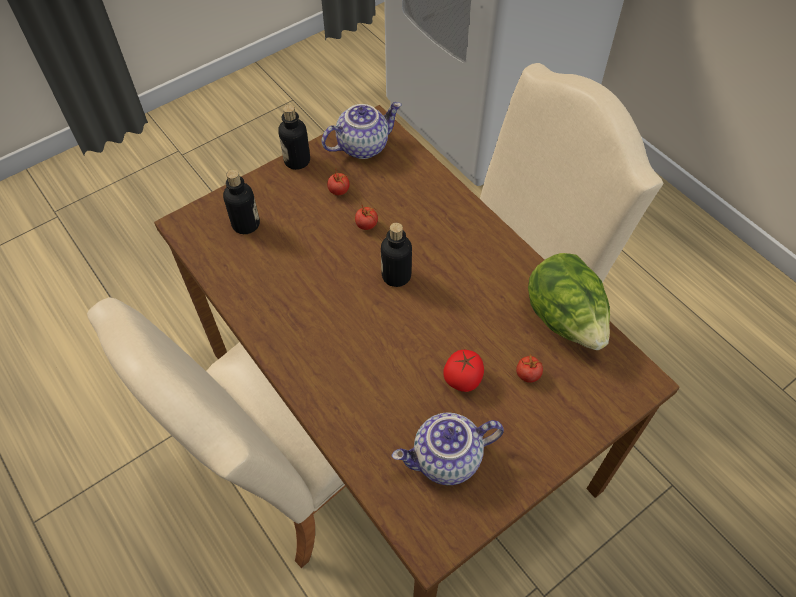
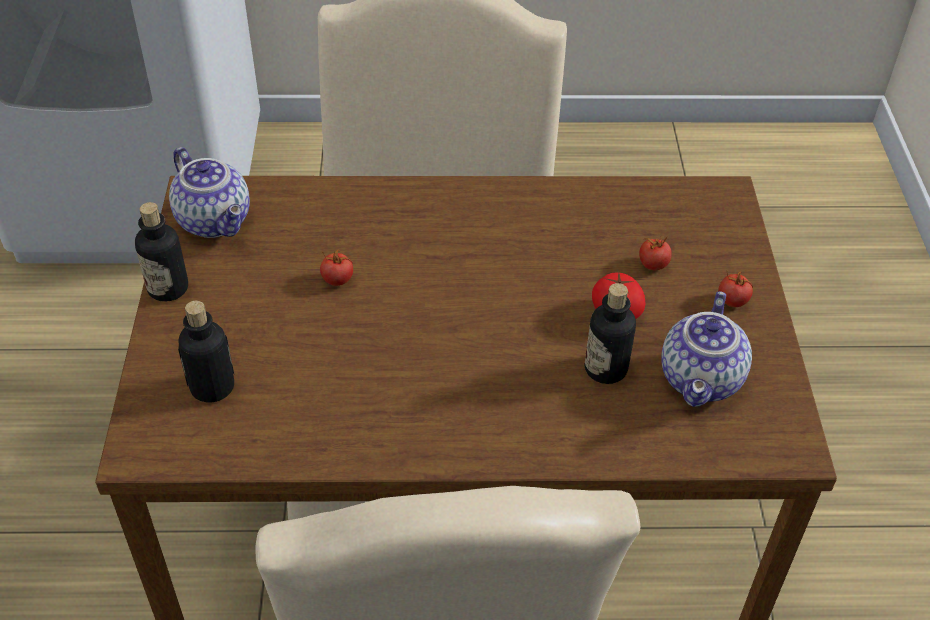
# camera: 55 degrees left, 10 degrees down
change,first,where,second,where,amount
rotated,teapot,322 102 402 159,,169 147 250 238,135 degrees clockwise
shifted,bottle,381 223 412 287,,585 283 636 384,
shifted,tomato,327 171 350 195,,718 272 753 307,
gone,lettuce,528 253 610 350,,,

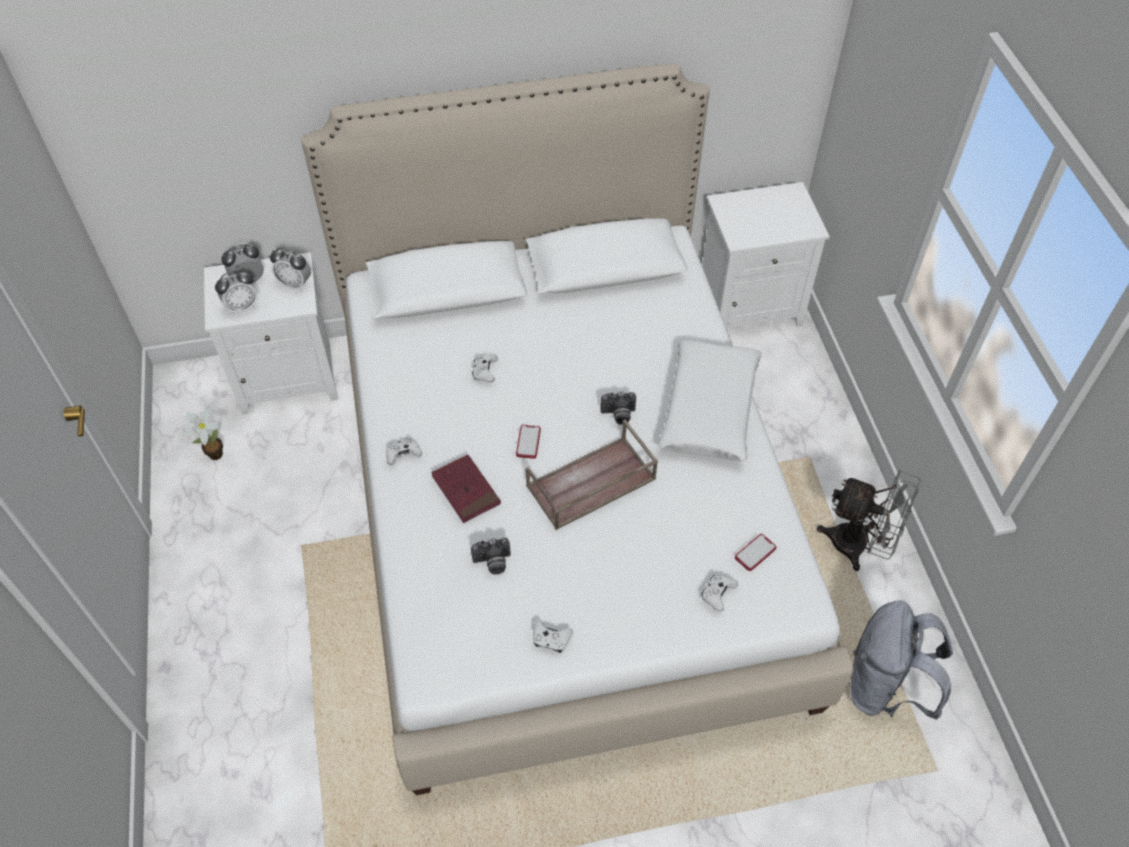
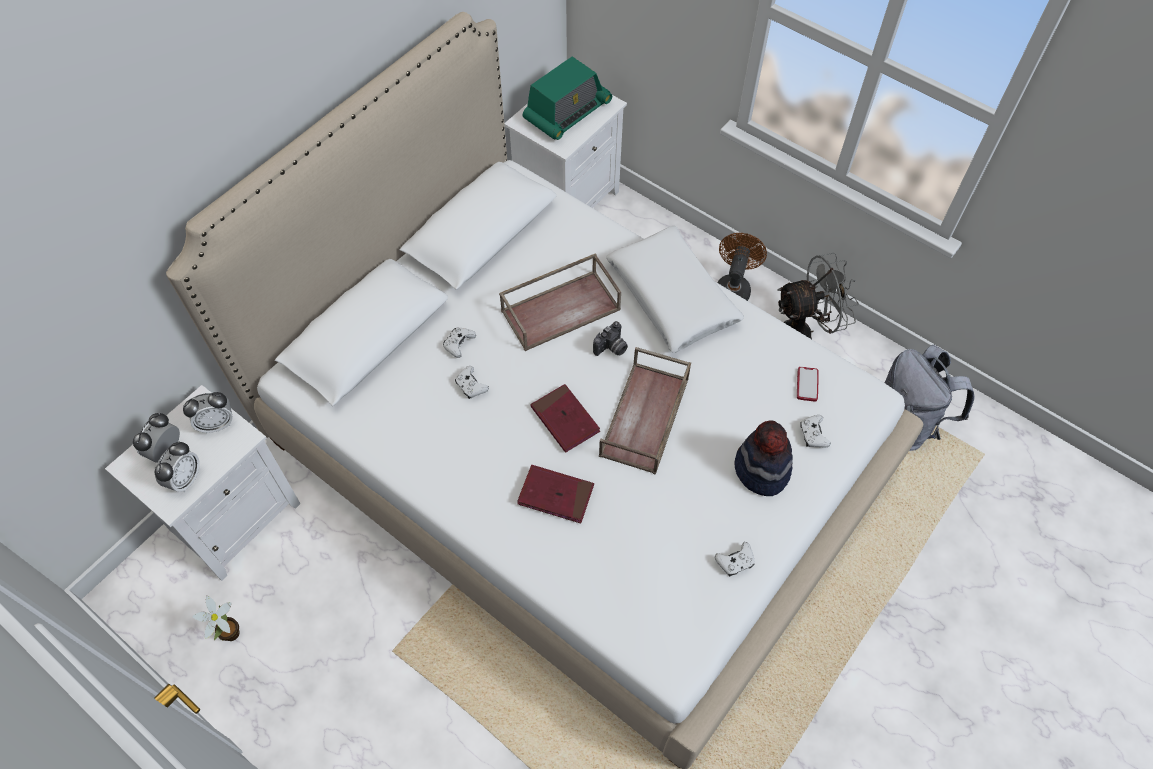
# camera: 40 degrees left, 5 degrees up
change,first,where,second,where,amount
shifted,white game controller,386 438 422 466,,443 327 476 358,
new,,,brown tray,499 253 621 351,
new,,,radio,523 56 612 140,
swapped,phone,516 425 541 459,red book,530 384 600 453,
new,,,brown fan,717 233 767 301,
new,,,hat,735 420 793 496,
gone,photo camera,471 538 511 575,,,

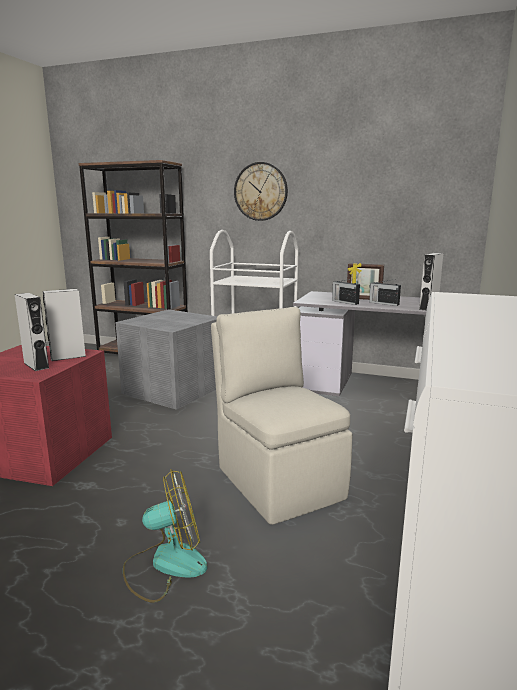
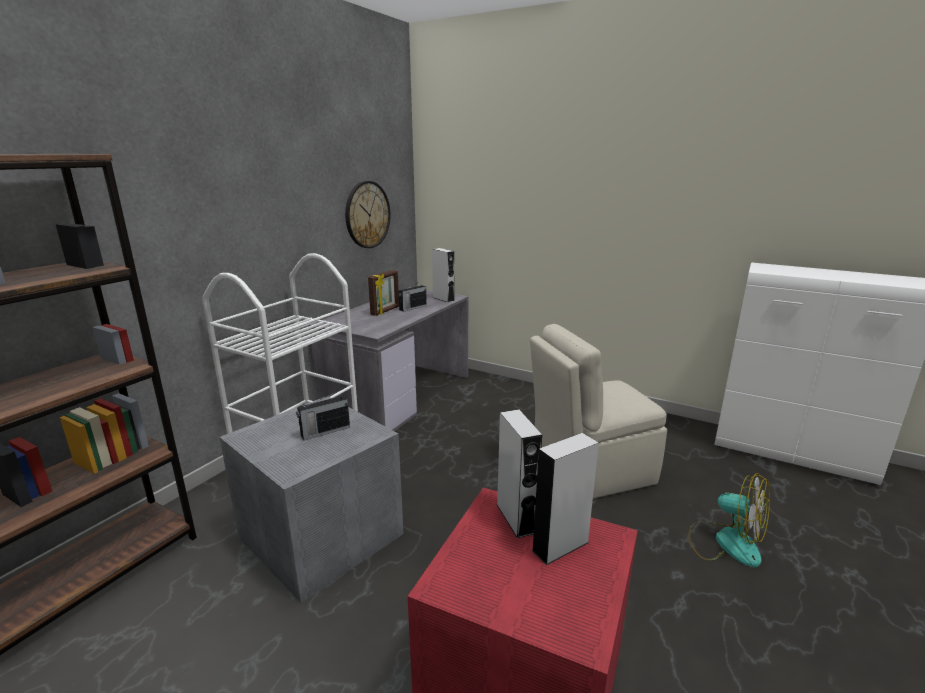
# camera: 80 degrees left, 5 degrees up
change,first,where,second,where,amount
shifted,radio,332 278 360 305,,296 391 350 440,
shifted,wall clock,234 162 288 221,,345 181 390 248,
rotated,fan,123 470 207 603,,688 473 770 567,135 degrees clockwise

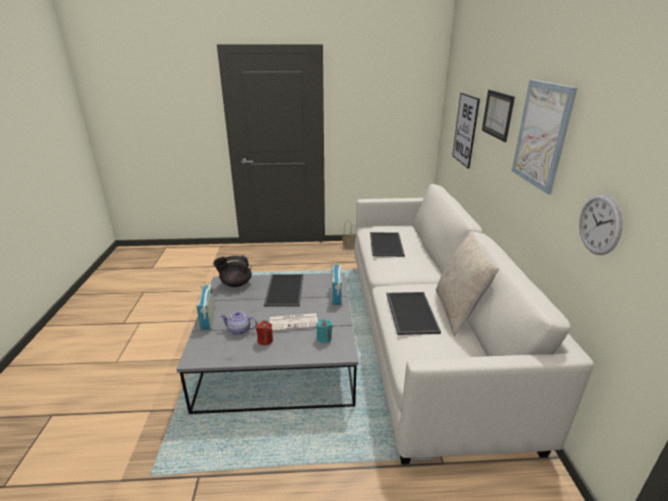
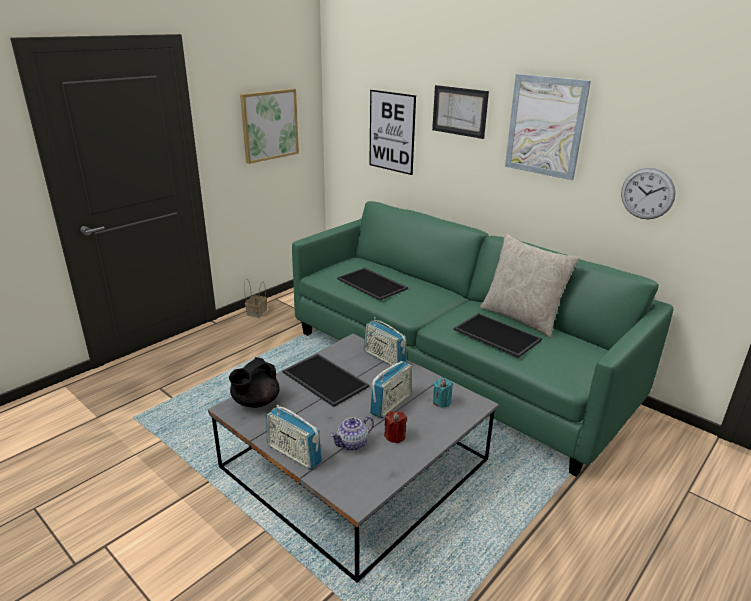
# camera: 45 degrees left, 0 degrees up
change,first,where,second,where,amount
new,,,picture,240 89 299 164,
repainted,white sofa,354 184 593 465,green sofa,292 201 673 477,
swapped,newspaper,270 313 318 331,radio,370 361 412 419,

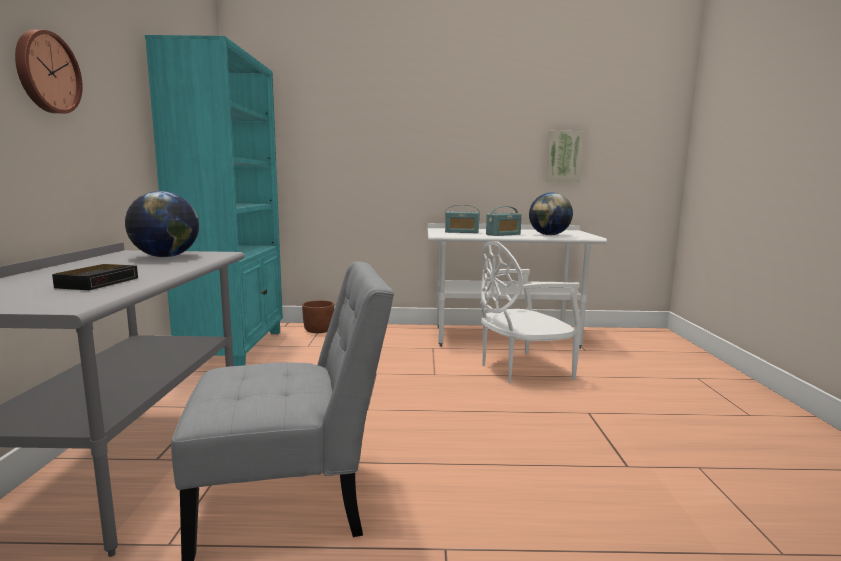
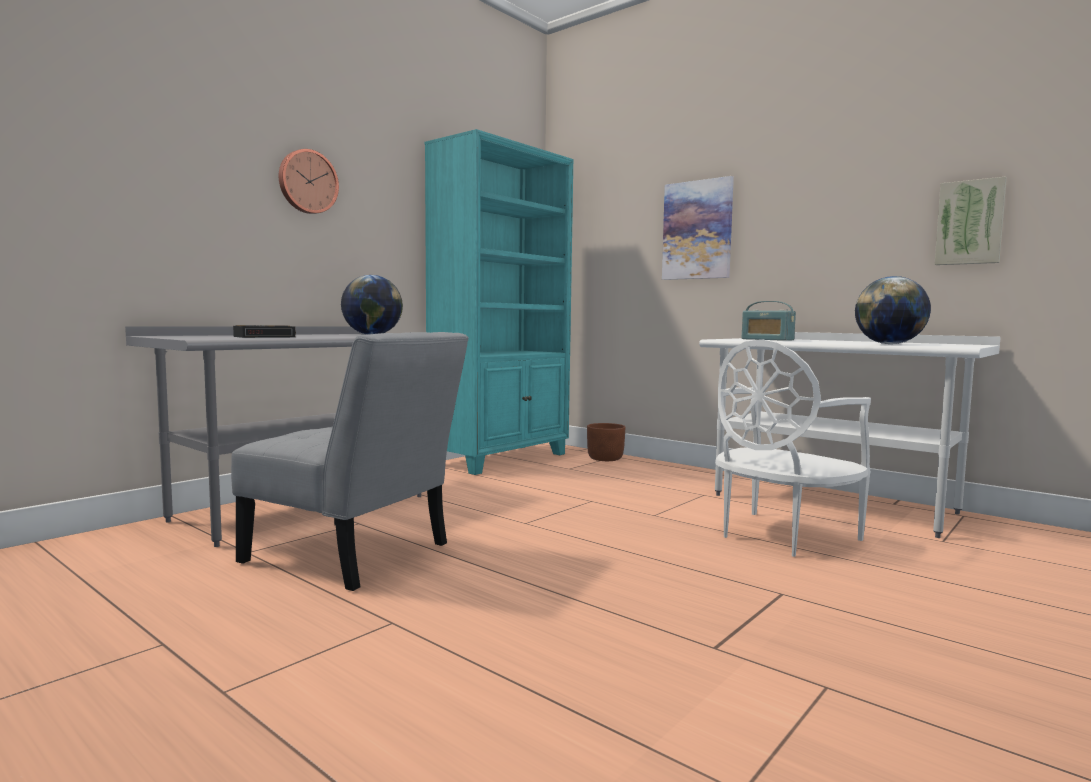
# camera: 40 degrees right, 5 degrees down
change,first,where,second,where,amount
new,,,picture,662 176 734 280,
rotated,white chair,480 241 581 383,,715 339 871 557,60 degrees counterclockwise
gone,radio,486 206 522 236,,,

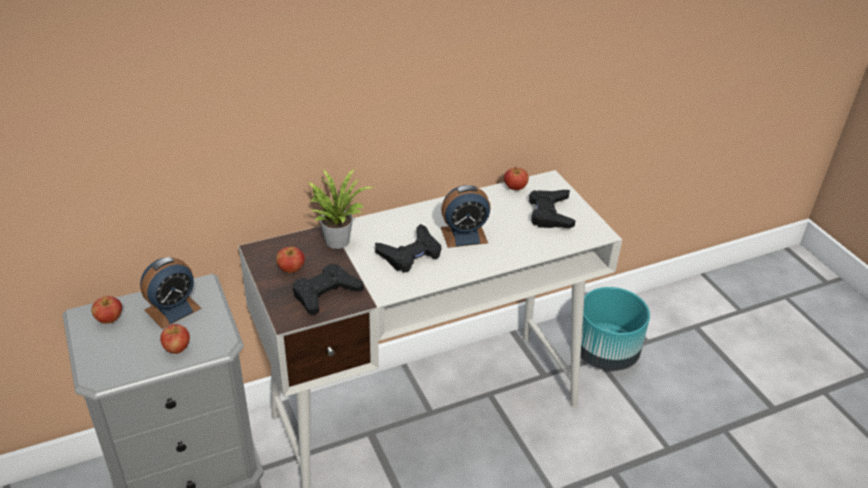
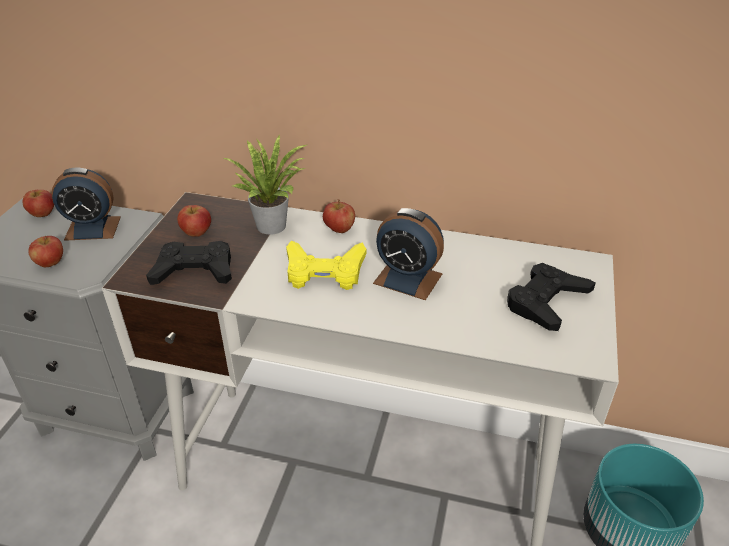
# camera: 40 degrees right, 0 degrees up
change,first,where,second,where,amount
repainted,black game controller,375 224 442 273,yellow game controller,286 240 366 290,
shifted,apple,504 166 529 190,,323 199 355 233,

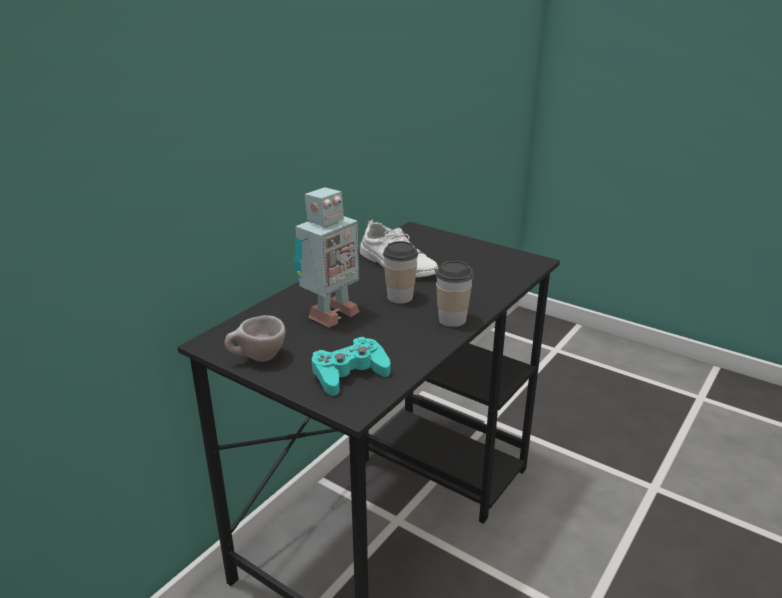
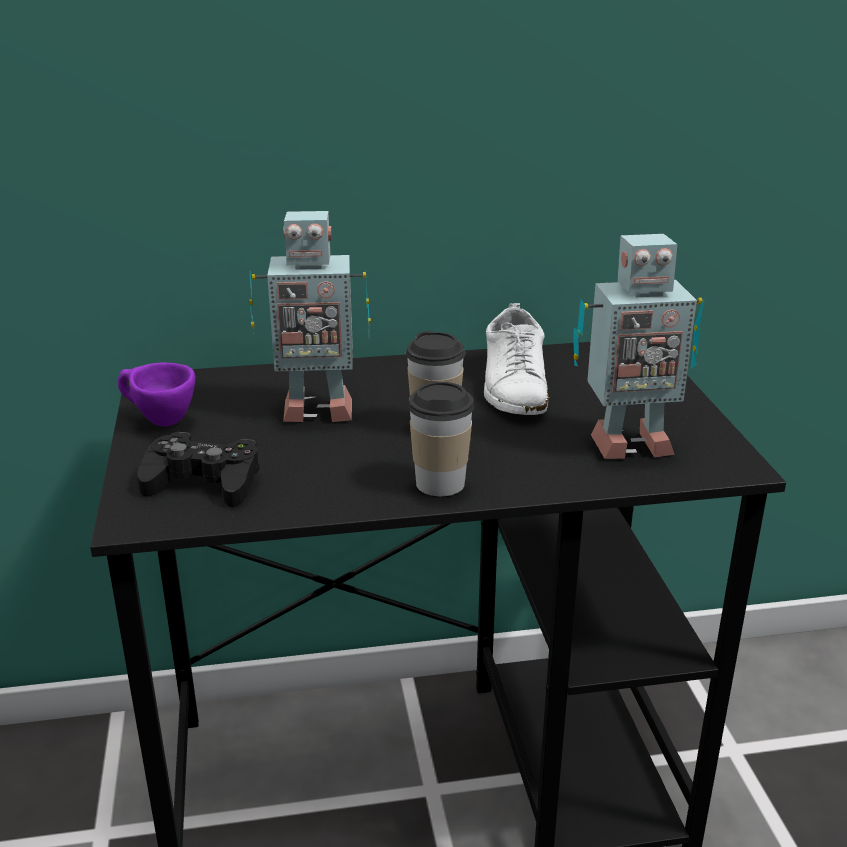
# camera: 45 degrees right, 0 degrees up
change,first,where,second,where,amount
repainted,beige cup,224 315 285 361,purple cup,118 363 196 427,
repainted,turquoise game controller,312 337 390 396,black game controller,138 432 260 507,
new,,,toy robot,573 234 705 459,

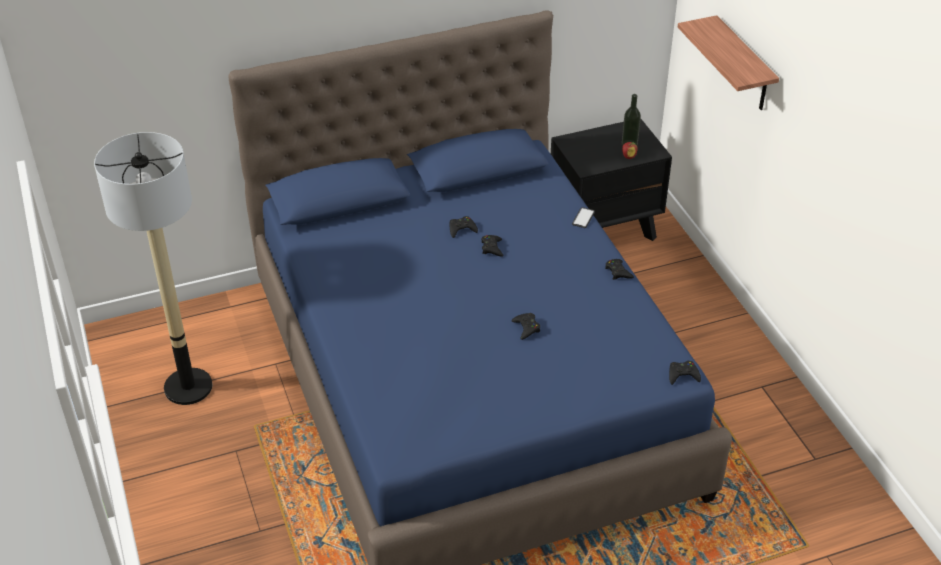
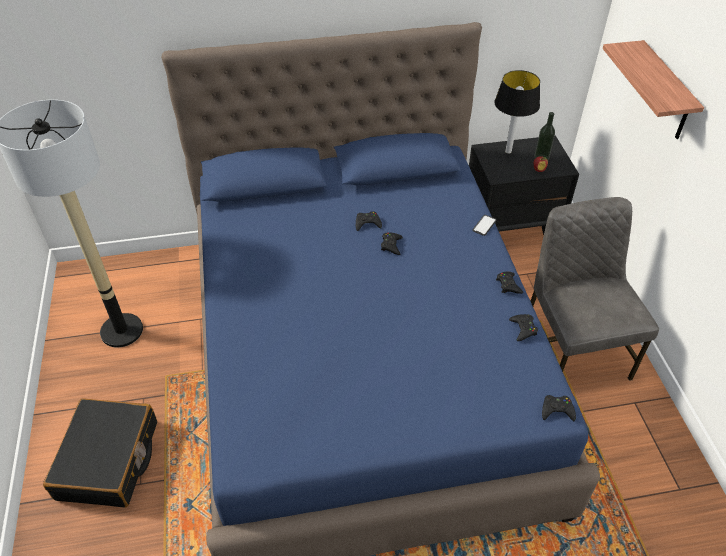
# camera: 10 degrees right, 5 degrees up
change,first,where,second,where,amount
new,,,black suitcase,43 398 157 508,
new,,,table lamp,494 70 540 154,
shifted,black game controller,511 313 540 340,,509 314 538 341,
new,,,grey chair,531 197 659 381,

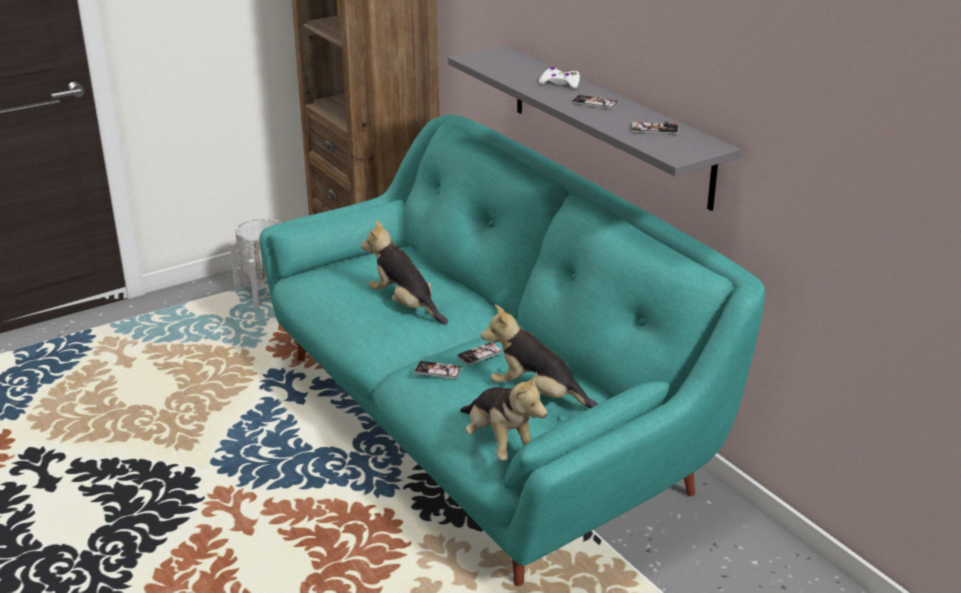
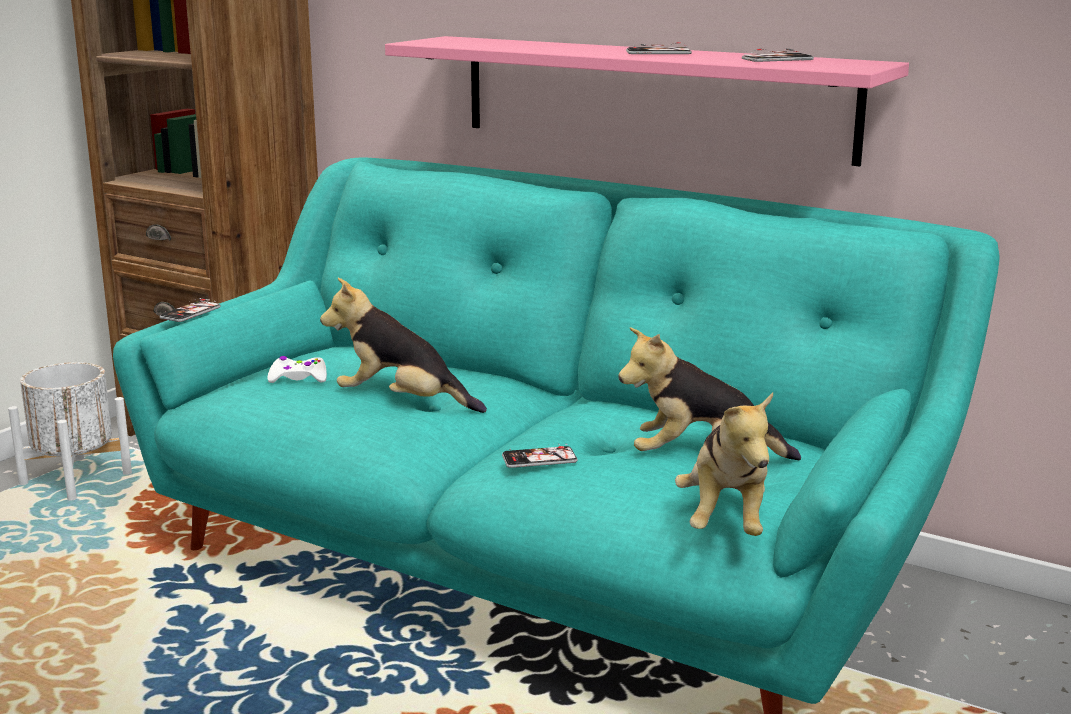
# camera: 25 degrees left, 10 degrees down
change,first,where,second,where,amount
shifted,phone,457 341 502 365,,160 298 221 322,
shifted,white game controller,539 67 580 89,,267 356 327 383,
repainted,grey shelf,448 46 741 211,pink shelf,385 36 909 166,
rotated,plush toy,460 372 547 461,,675 392 773 536,60 degrees clockwise

